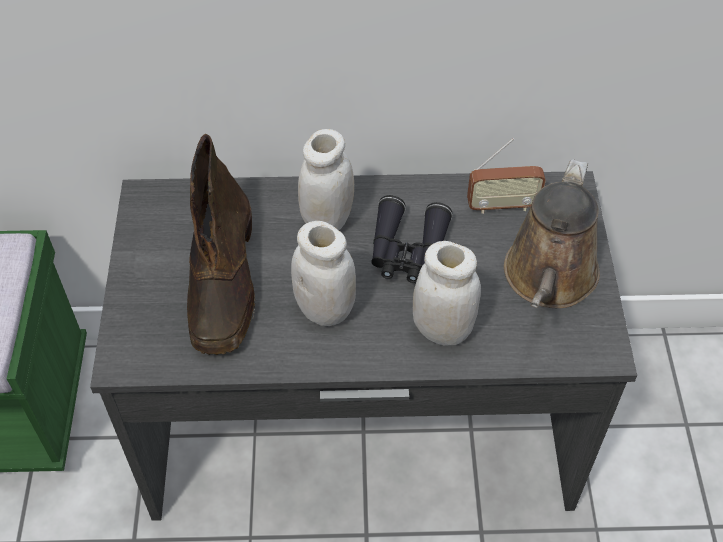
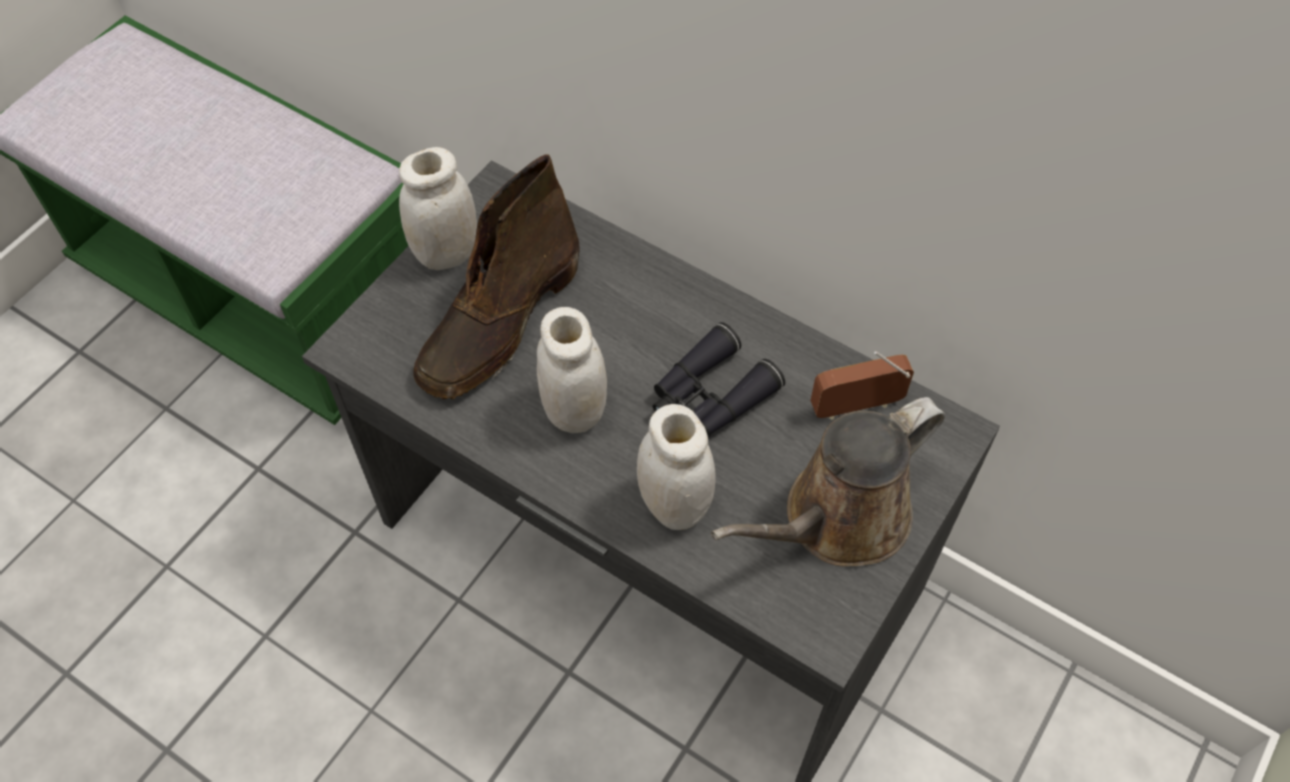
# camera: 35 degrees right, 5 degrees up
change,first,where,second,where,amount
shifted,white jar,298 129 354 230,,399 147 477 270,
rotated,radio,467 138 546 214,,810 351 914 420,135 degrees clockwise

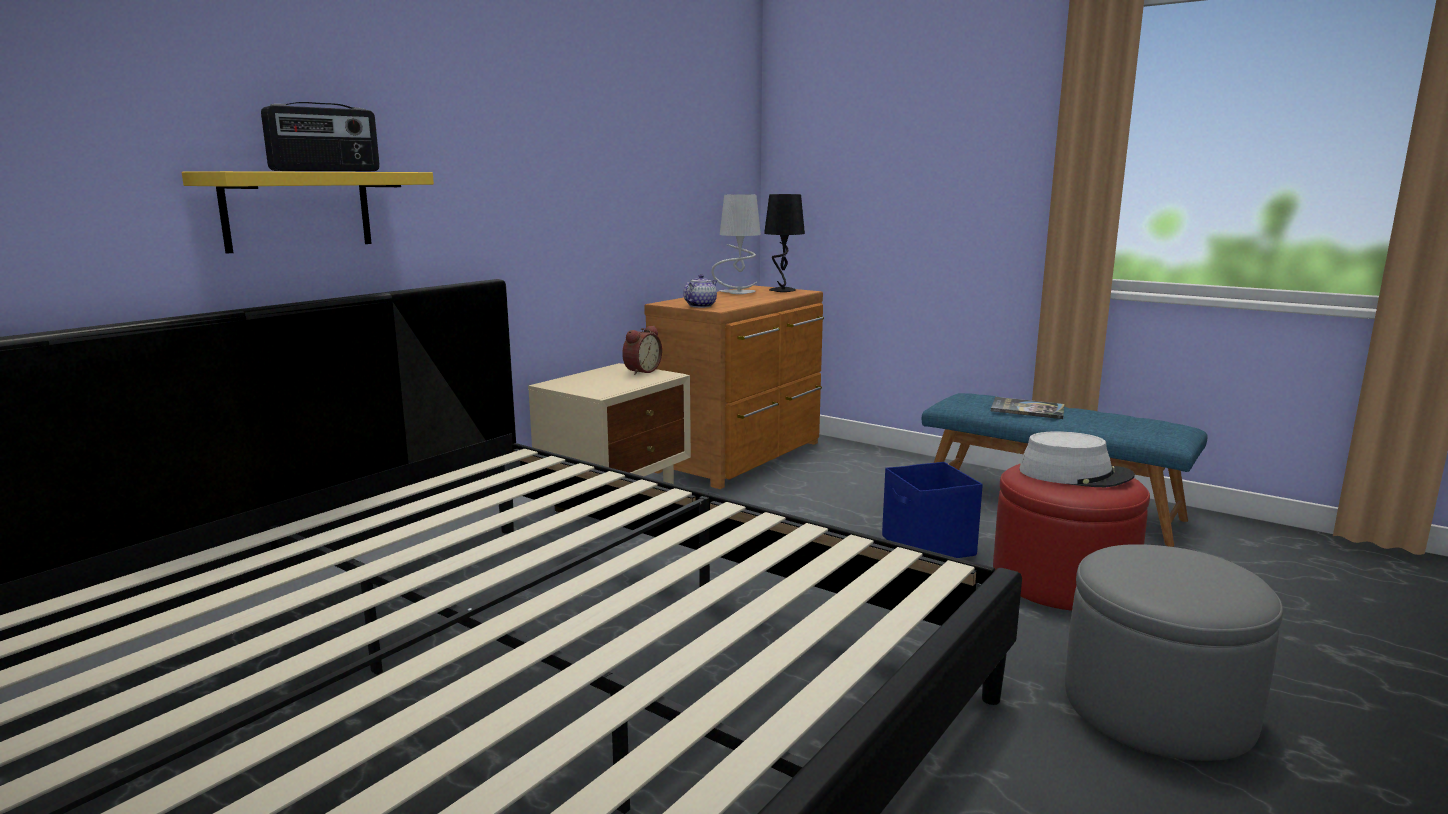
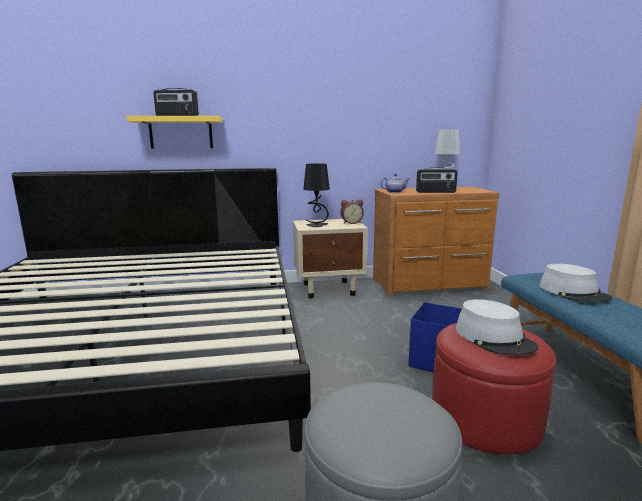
# camera: 45 degrees right, 0 degrees up
change,first,where,second,where,amount
shifted,black table lamp,764 194 805 292,,303 163 330 227,
new,,,radio,416 167 458 193,
swapped,book,991 397 1065 419,grey hat,540 263 612 302,

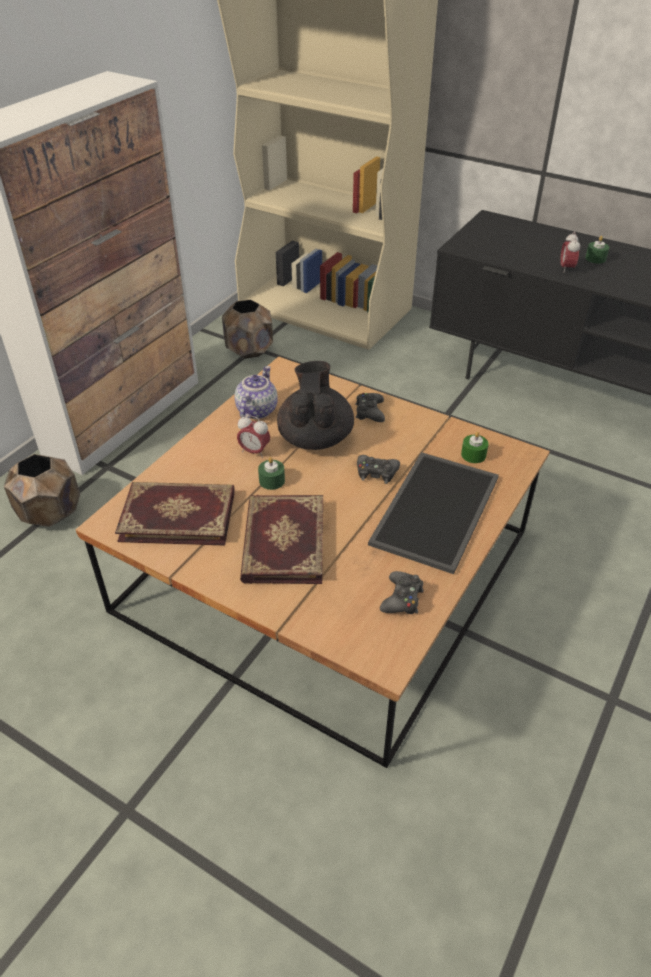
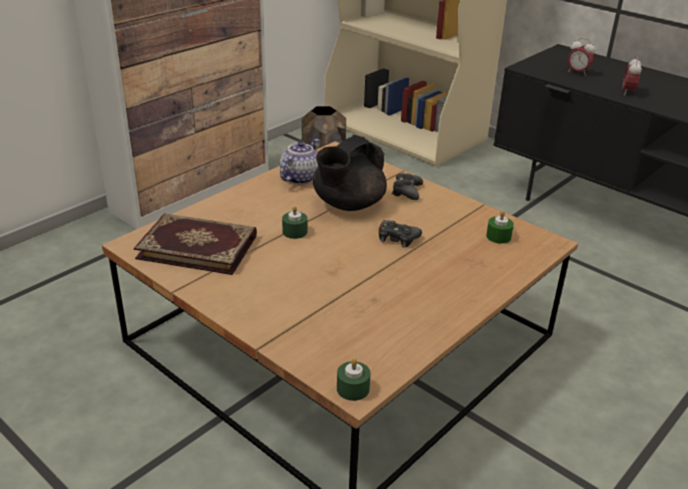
# camera: 10 degrees right, 10 degrees down
change,first,where,second,where,amount
rotated,black teapot,277 361 354 450,,313 135 387 211,150 degrees counterclockwise
shifted,green candle,585 236 609 264,,337 358 370 401,
shifted,alarm clock,237 415 270 458,,568 38 595 76,
gone,brown planter,4 454 80 527,,,
gone,book,240 495 323 584,,,
gone,tray,368 452 499 574,,,
gone,black game controller,380 571 424 614,,,

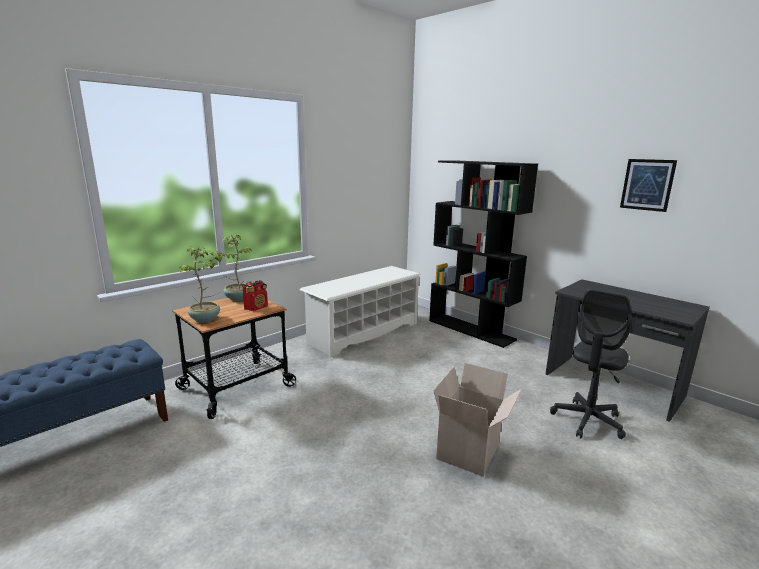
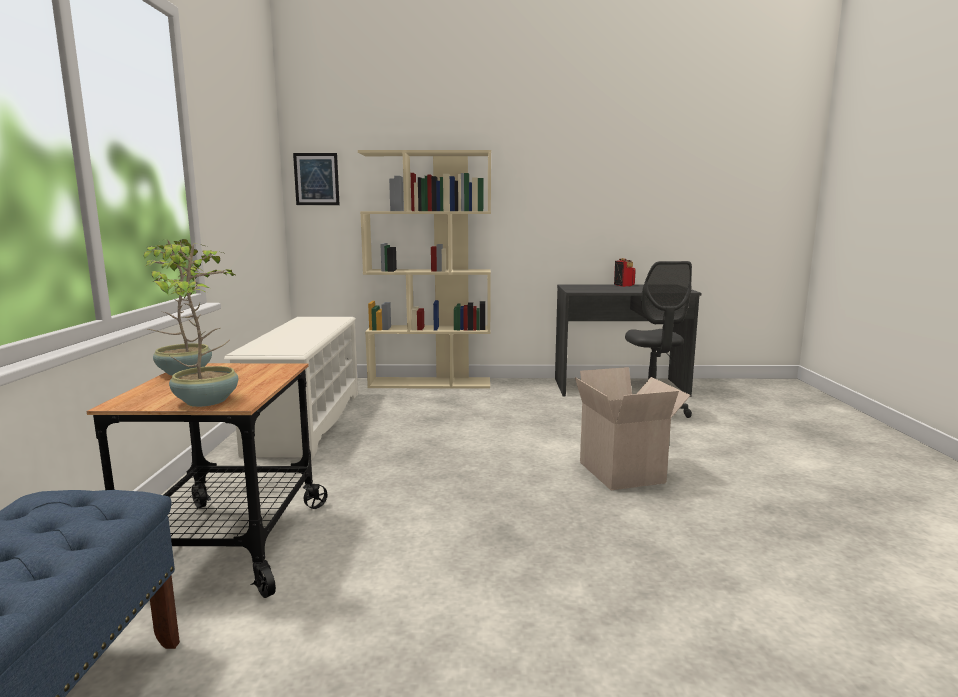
# camera: 45 degrees left, 5 degrees down
change,first,where,second,where,amount
shifted,picture,620 159 677 212,,293 153 340 205,
repainted,black bookcase,429 160 538 348,beige bookcase,358 150 491 389,
shifted,radio,243 281 268 311,,614 258 636 287,

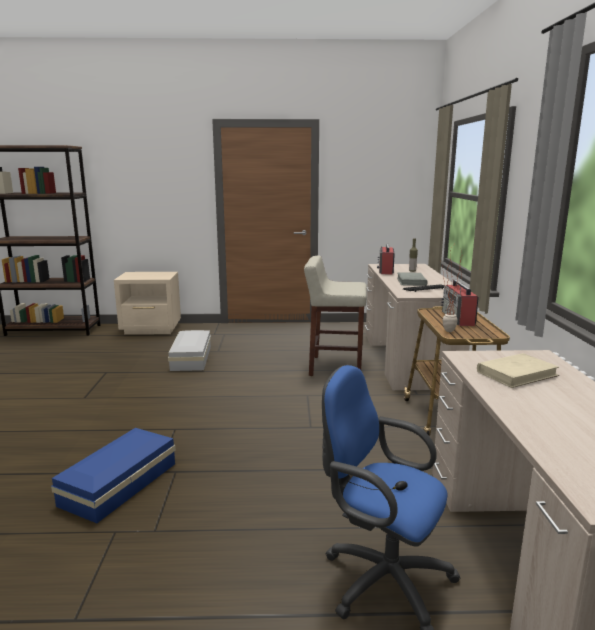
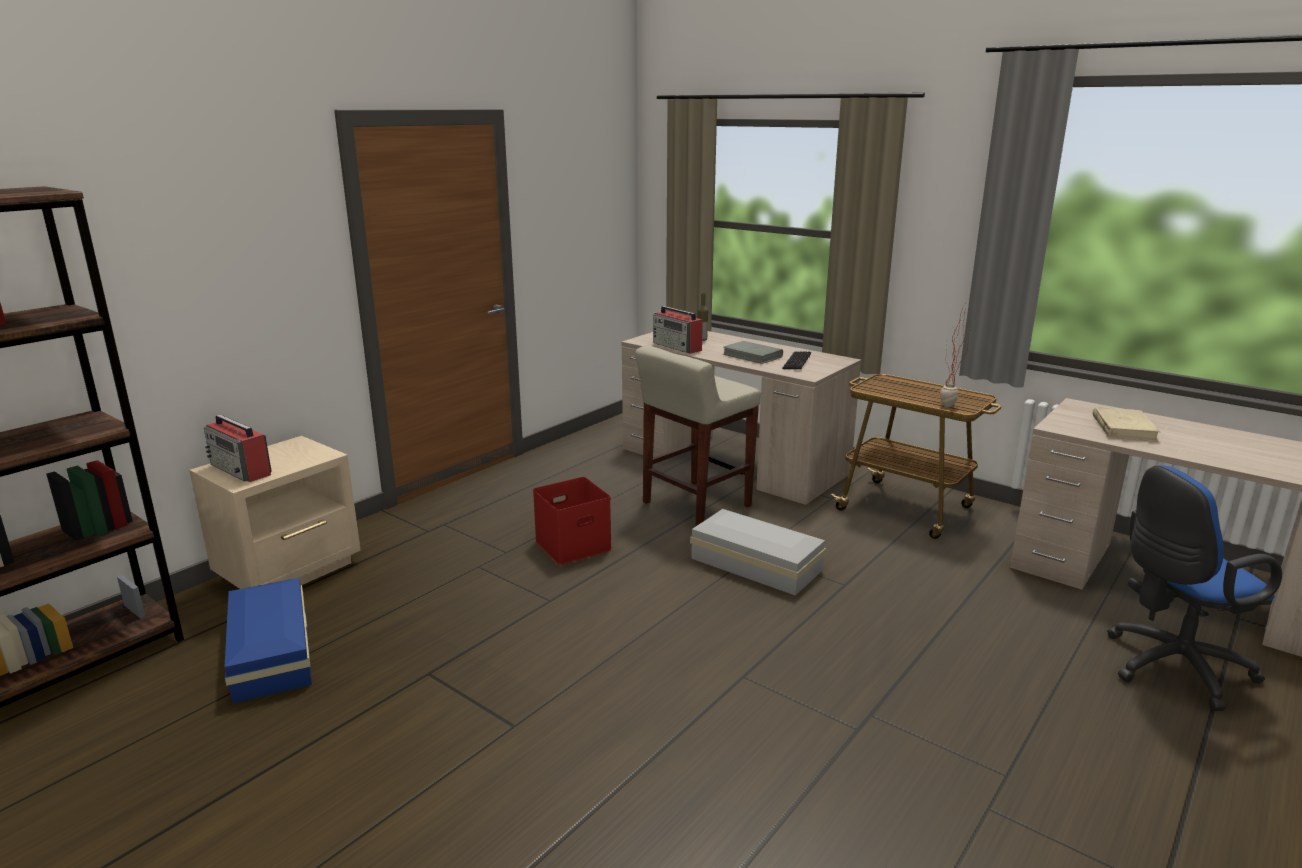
# camera: 50 degrees left, 5 degrees up
change,first,where,second,where,amount
shifted,radio,441 280 479 326,,204 414 272 482,
shifted,blue storage box,51 428 176 523,,225 578 312 704,
new,,,red storage box,533 477 612 565,
shifted,white storage box,168 330 211 371,,690 509 826 595,

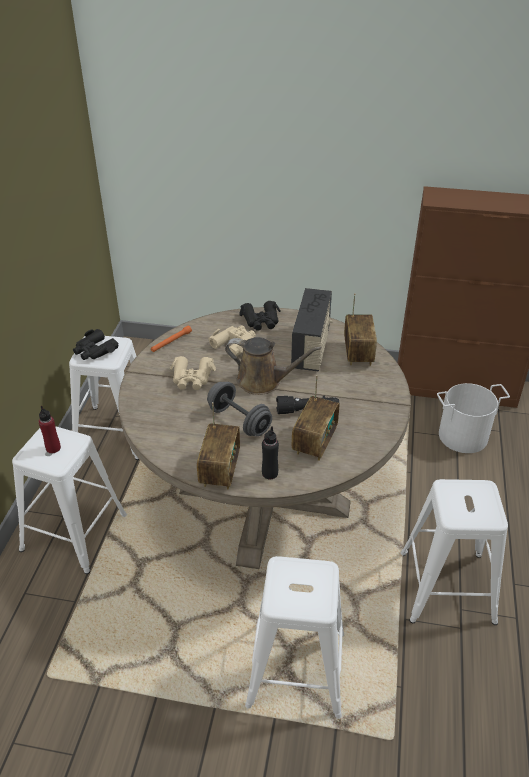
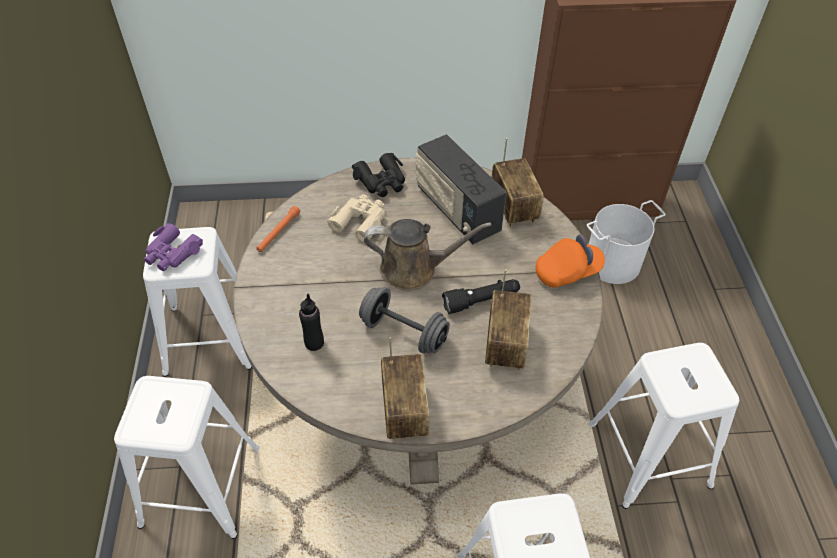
# camera: 15 degrees left, 10 degrees up
change,first,where,second,where,amount
repainted,black binoculars,73 329 119 360,purple binoculars,144 223 203 271,
shifted,black bottle,262 426 279 479,,299 294 324 351,
rotated,radio,291 288 333 372,,416 134 507 244,150 degrees clockwise
new,,,orange cap,536 234 605 288,
gone,red bottle,39 406 61 453,,,
gone,beige binoculars,170 356 216 390,,,

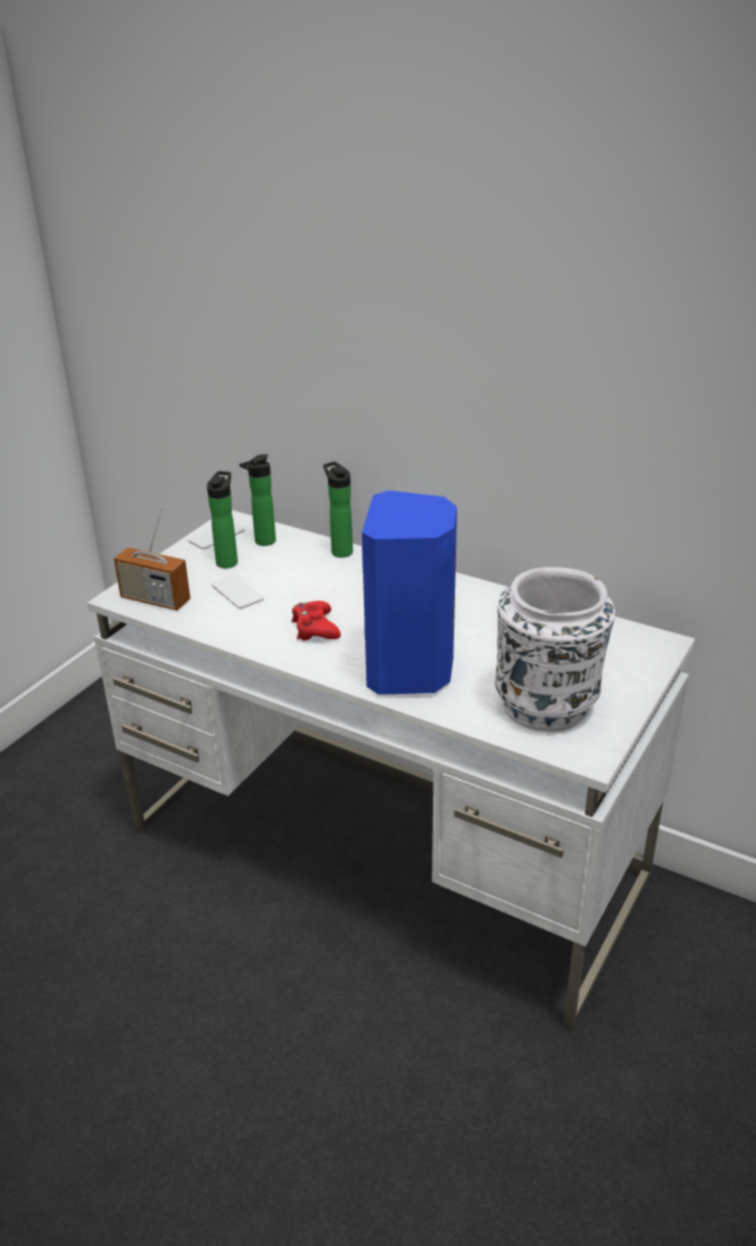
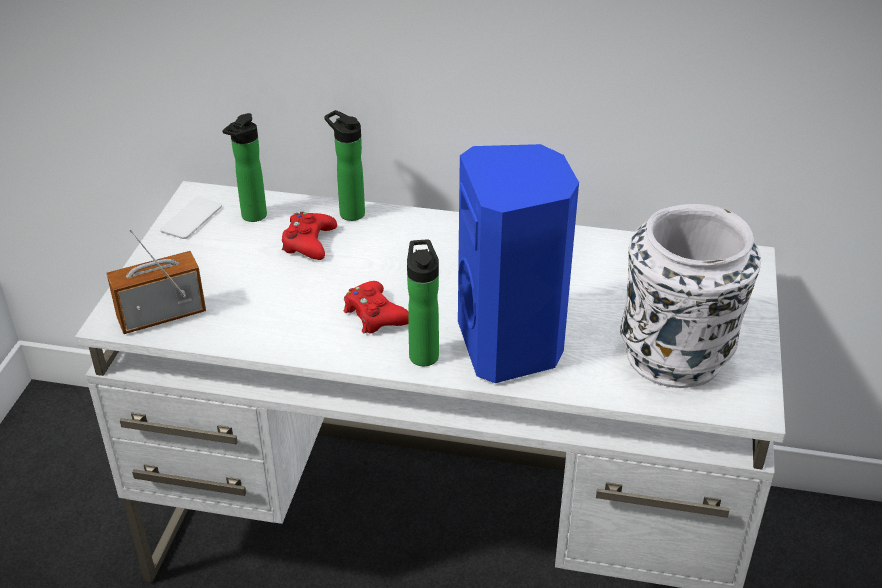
# camera: 20 degrees left, 5 degrees up
change,first,where,second,where,amount
rotated,radio,114 507 190 611,,106 229 206 334,150 degrees clockwise
new,,,red game controller,282 212 337 260,
shifted,bottle,207 471 238 568,,407 240 439 366,
gone,phone,211 575 263 609,,,

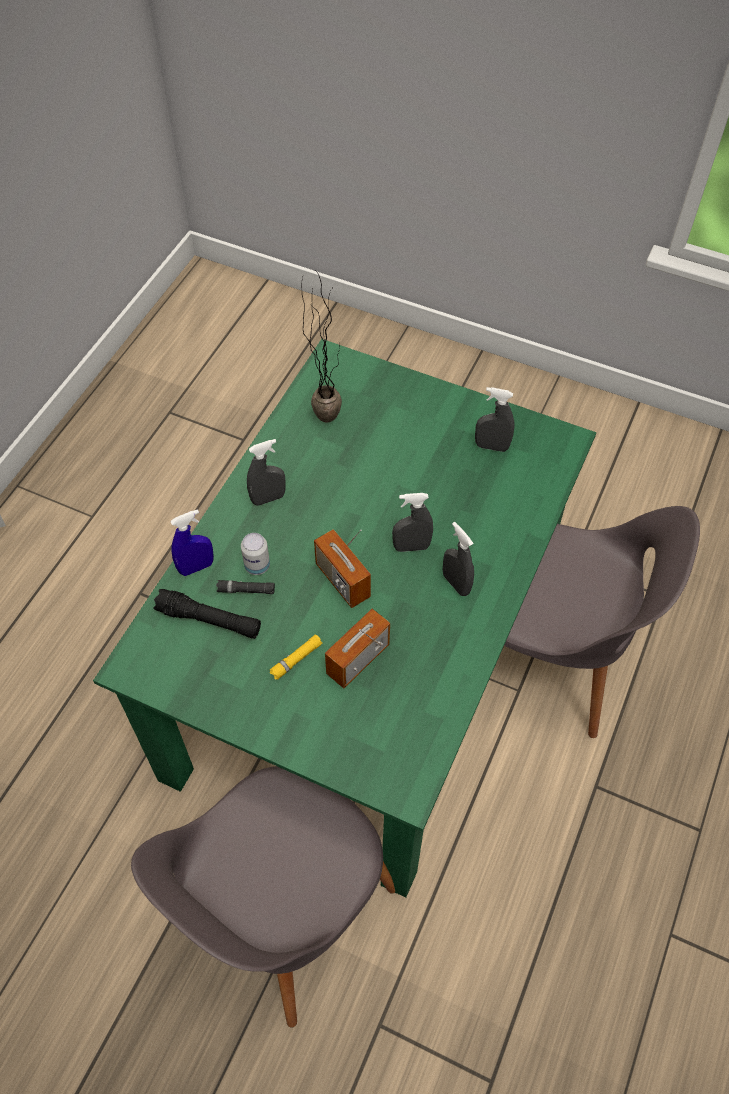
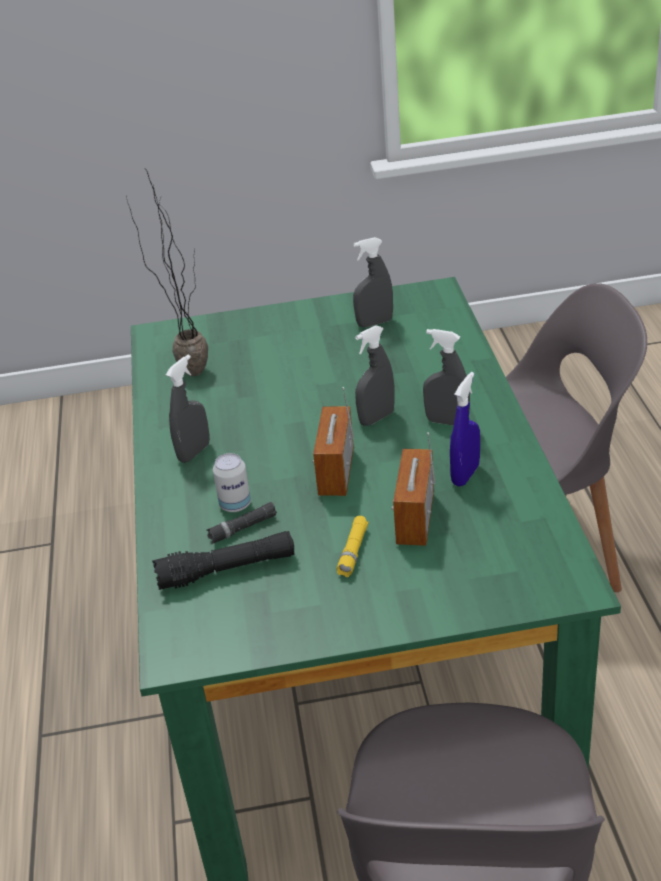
# camera: 30 degrees left, 20 degrees down
change,first,where,second,where,amount
rotated,radio,314 529 371 608,,313 387 354 496,75 degrees clockwise
shifted,blue spray bottle,170 509 214 576,,450 372 480 487,

